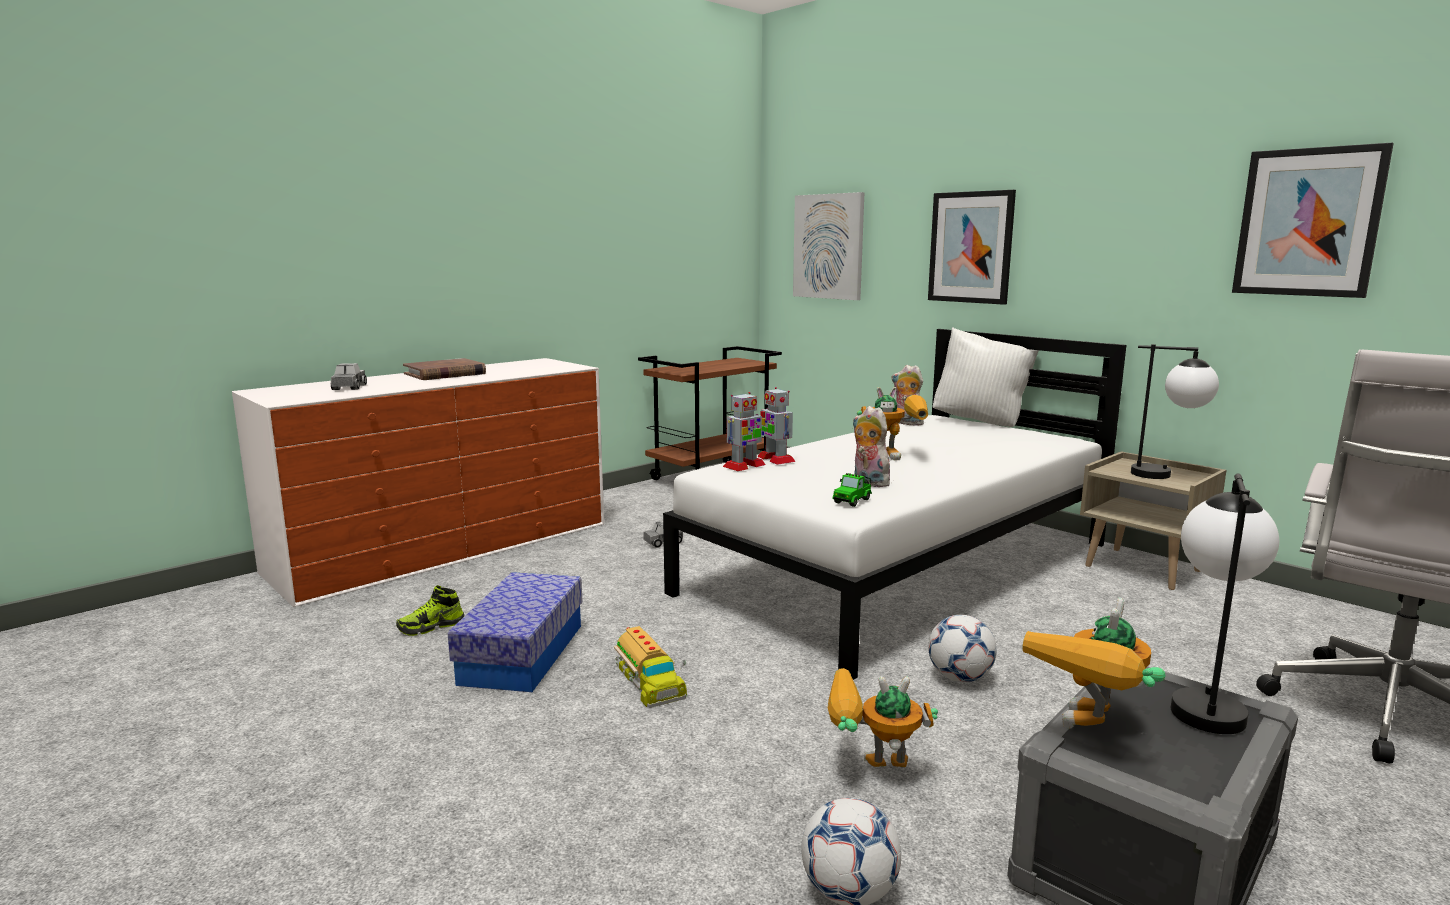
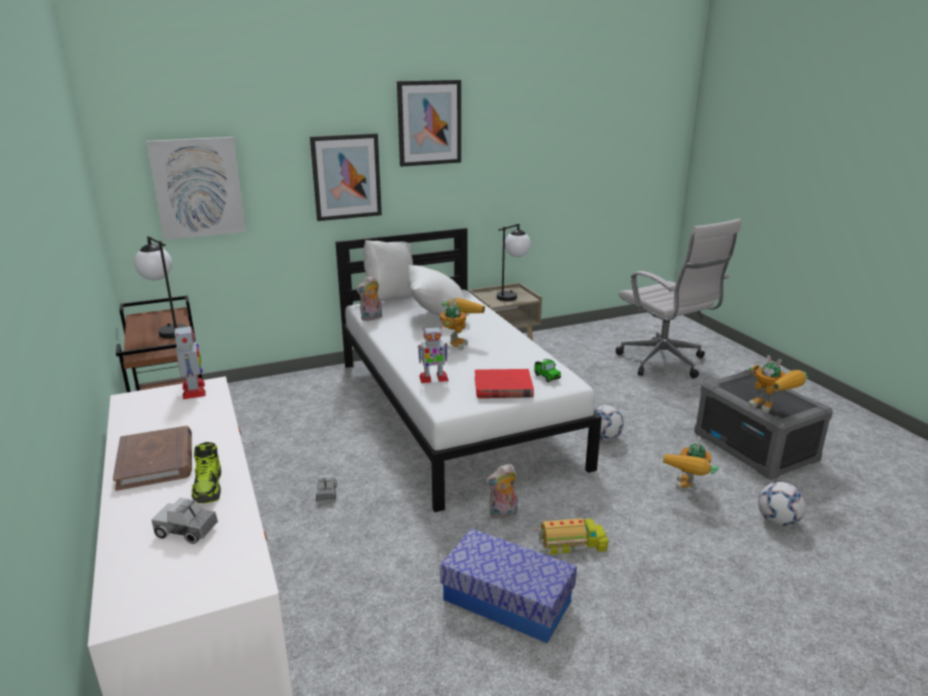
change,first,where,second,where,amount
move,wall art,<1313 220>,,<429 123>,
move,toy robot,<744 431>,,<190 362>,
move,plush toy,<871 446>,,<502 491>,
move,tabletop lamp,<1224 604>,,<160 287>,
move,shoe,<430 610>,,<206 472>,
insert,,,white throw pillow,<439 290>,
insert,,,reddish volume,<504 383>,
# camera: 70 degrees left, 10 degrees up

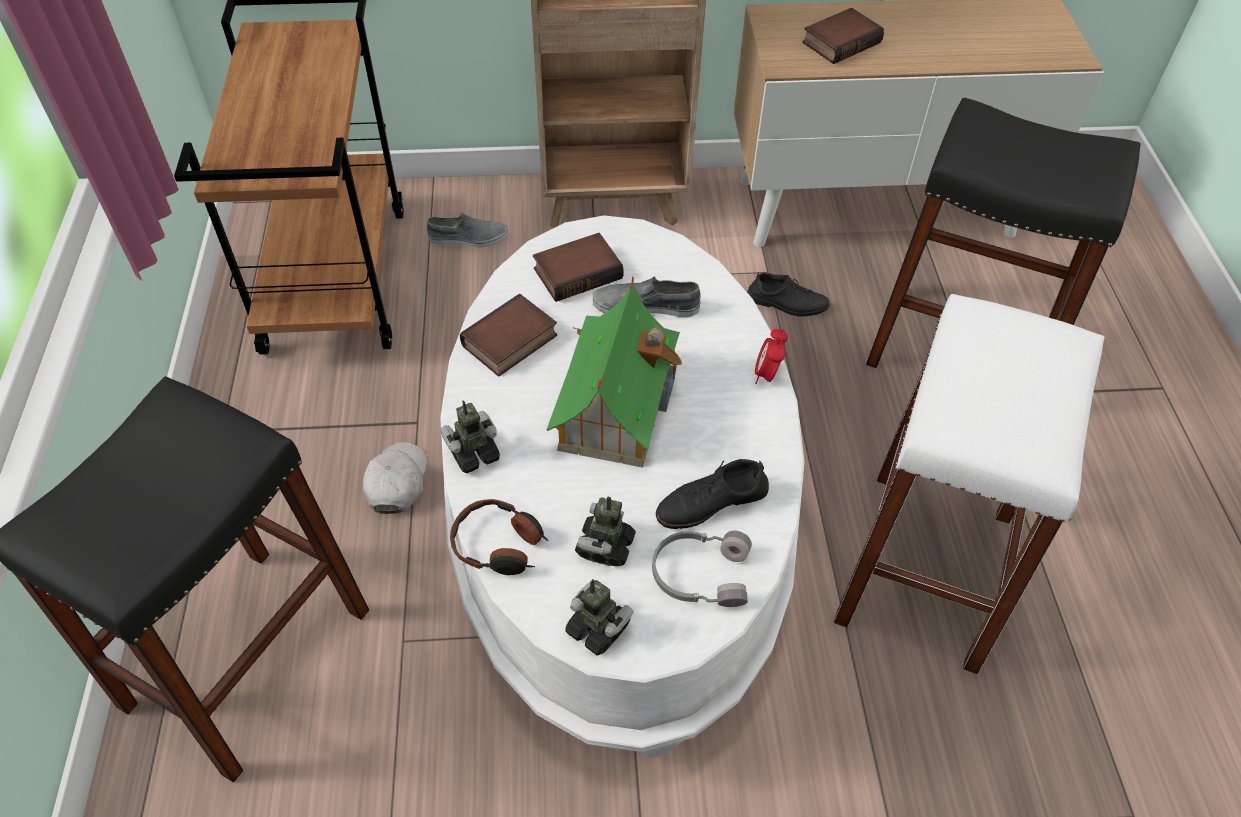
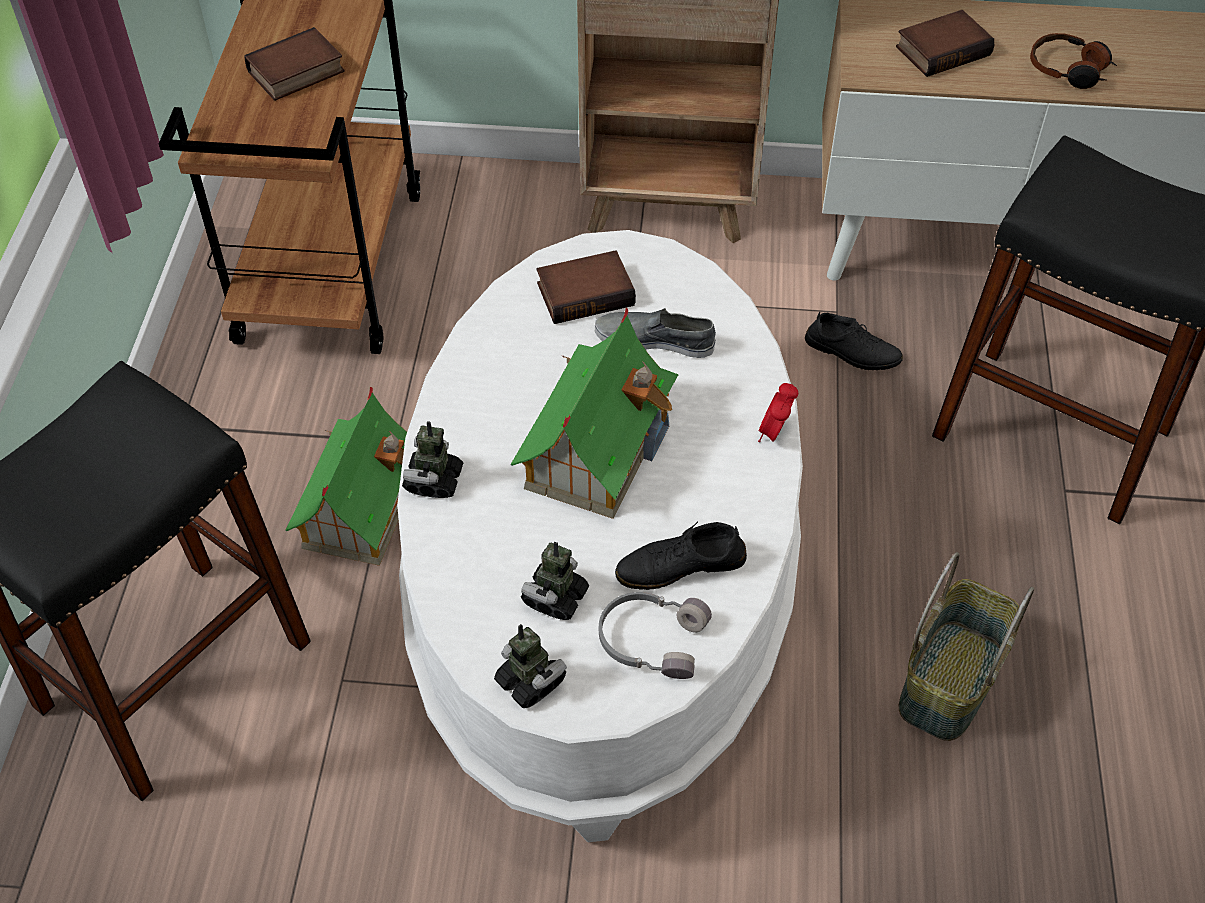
change,first,where,second,where,amount
delete,gray shoe,<468 230>,,,
move,volume,<508 335>,,<295 64>,
replace,white stool seat,<969 484>,basket,<966 646>,
rotate,toy robot,<470 436>,,<432 459>,60 degrees counterclockwise
replace,white cap,<395 478>,toy house,<346 476>,
move,headphones,<499 537>,,<1073 61>,
# camera: 10 degrees right, 0 degrees up

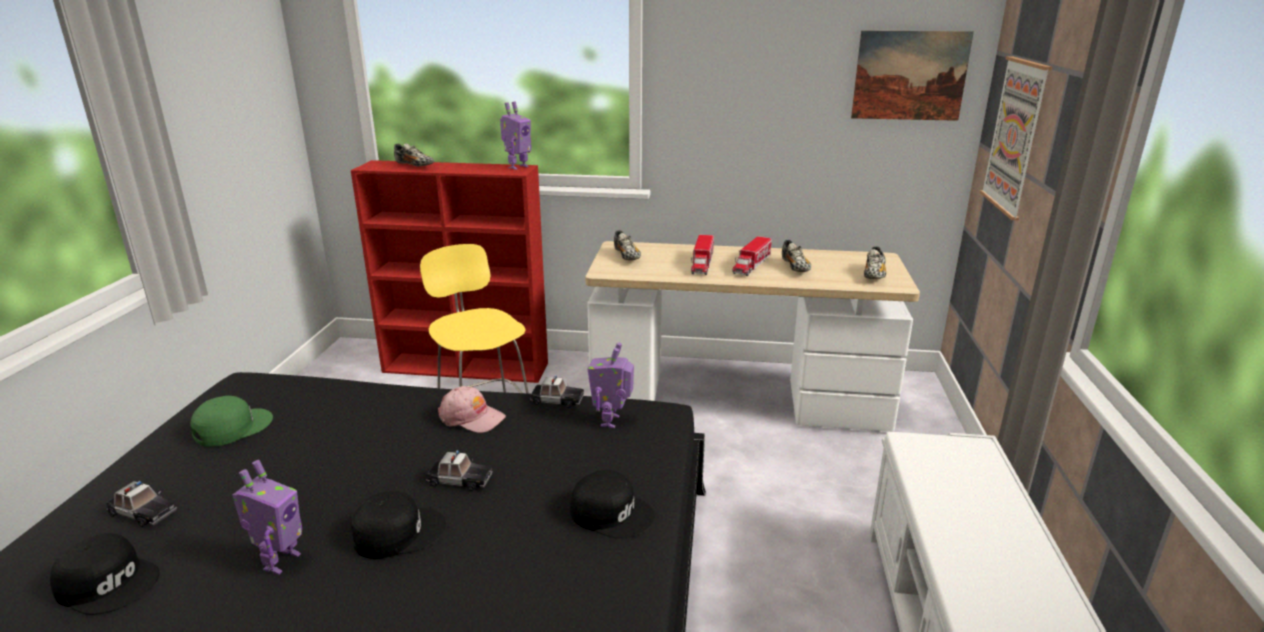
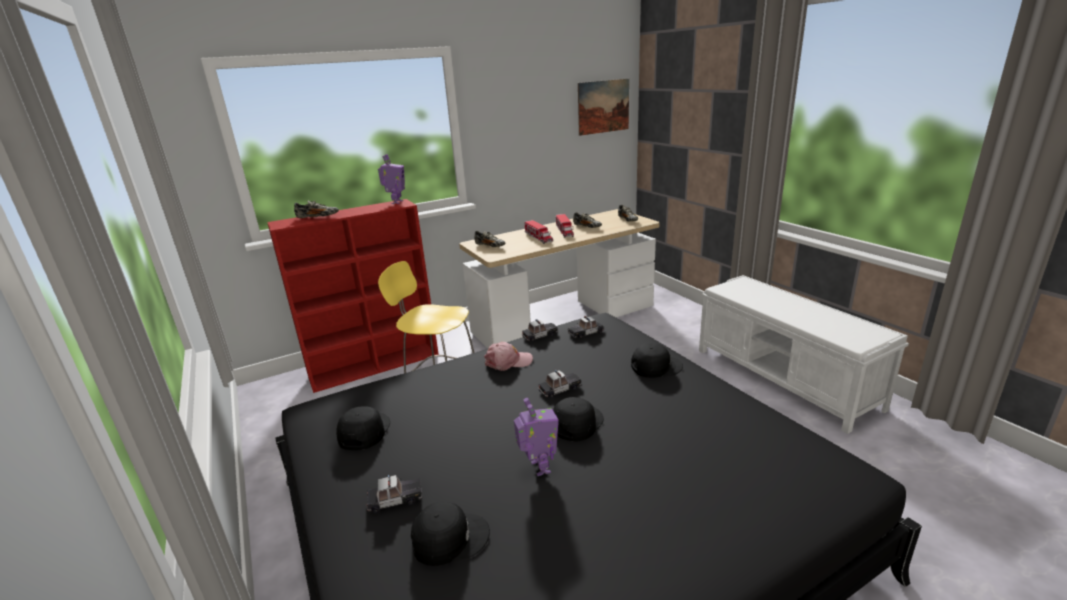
change,first,where,second,where,amount
delete,wall art,<1016 138>,,,
replace,toy robot,<611 385>,model car,<586 327>,
recolor,green cap,<231 421>,black-coloured cap,<363 428>,
# camera: 35 degrees left, 0 degrees up

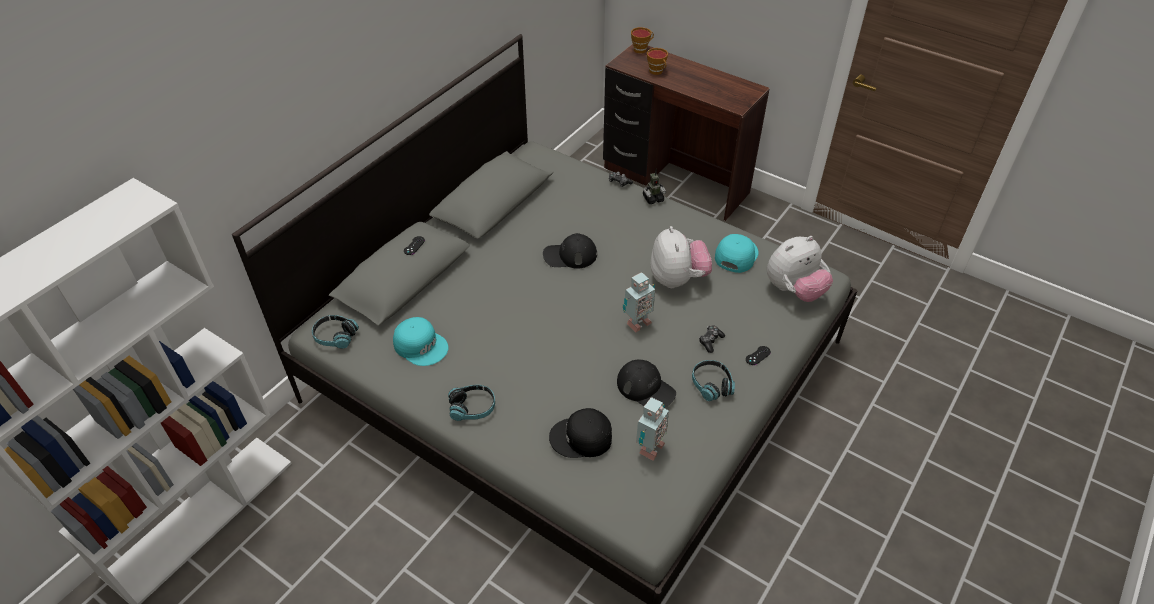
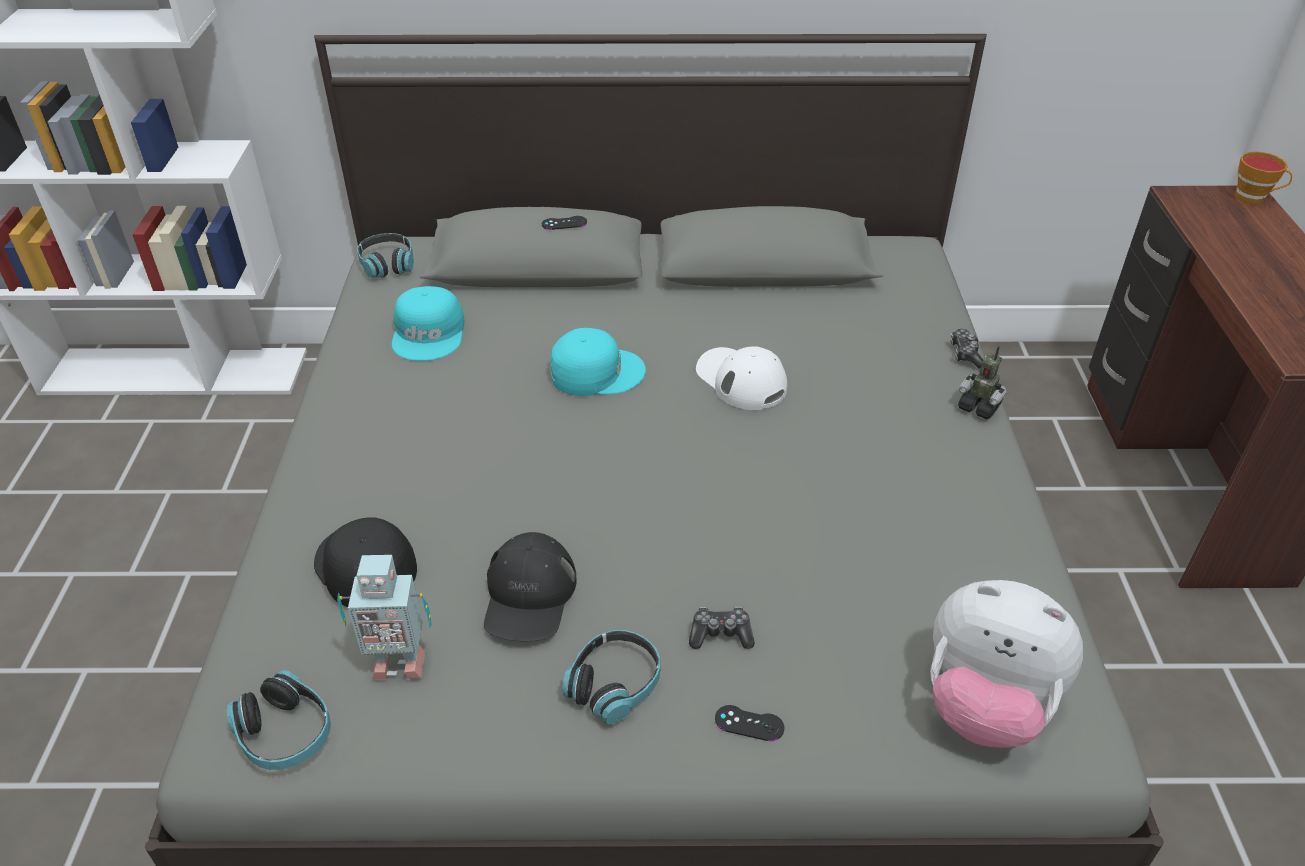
change,first,where,second,where,amount
delete,drinking cup,<657 61>,,,
delete,plush toy,<681 257>,,,
recolor,black-coloured cap,<570 251>,white cap,<741 378>,
move,turquoise-coloured cap,<737 253>,,<598 362>,
delete,toy robot,<639 302>,,,
move,headphones,<471 403>,,<279 720>,
# camera: 55 degrees right, 5 degrees down

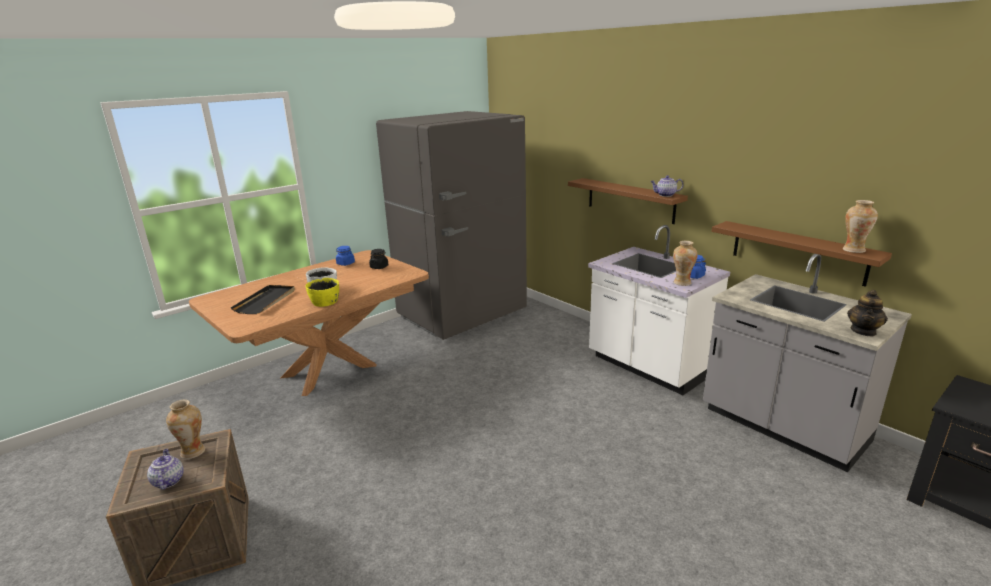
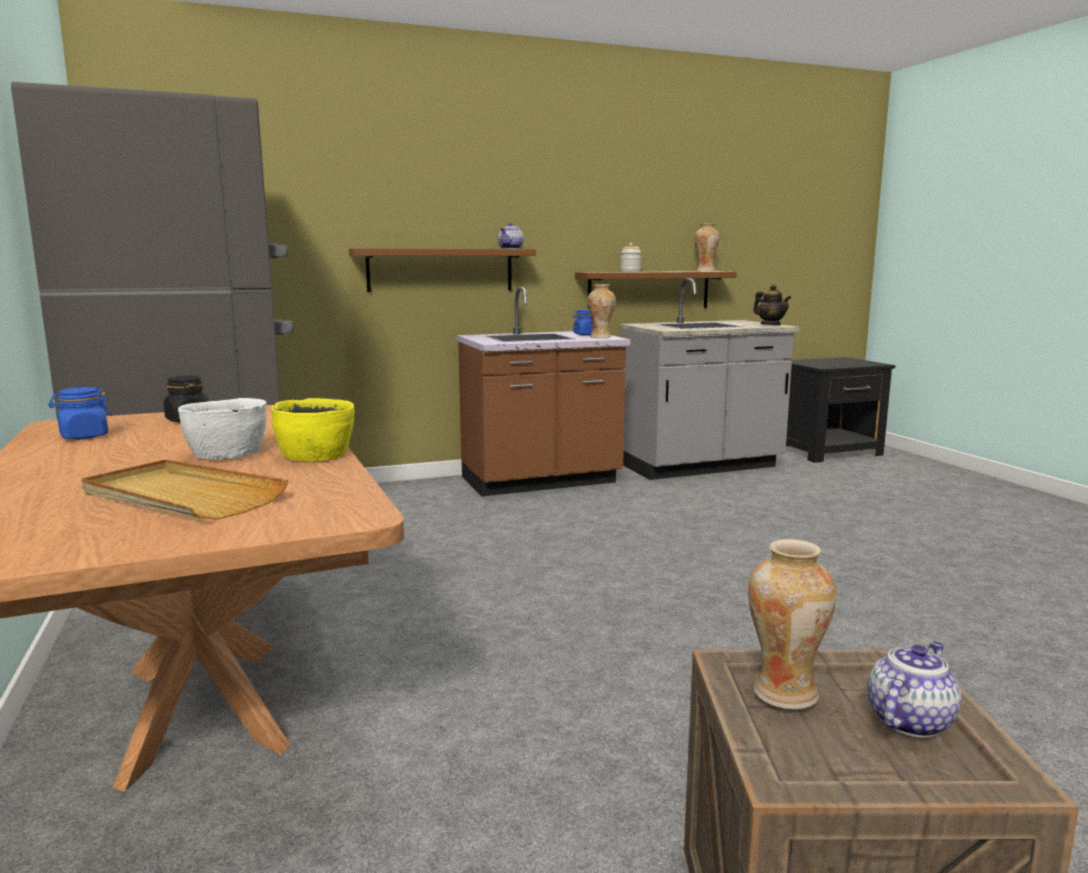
change,first,where,second,where,amount
recolor,white kitchen base unit,<659 310>,brown-coloured kitchen base unit,<543 391>,
recolor,black-coloured carrying tray,<263 299>,beige-coloured carrying tray,<185 489>,
rotate,tea pot,<165 469>,,<914 689>,135 degrees clockwise
insert,,,preserve jar,<630 257>,
# camera: 70 degrees left, 10 degrees down

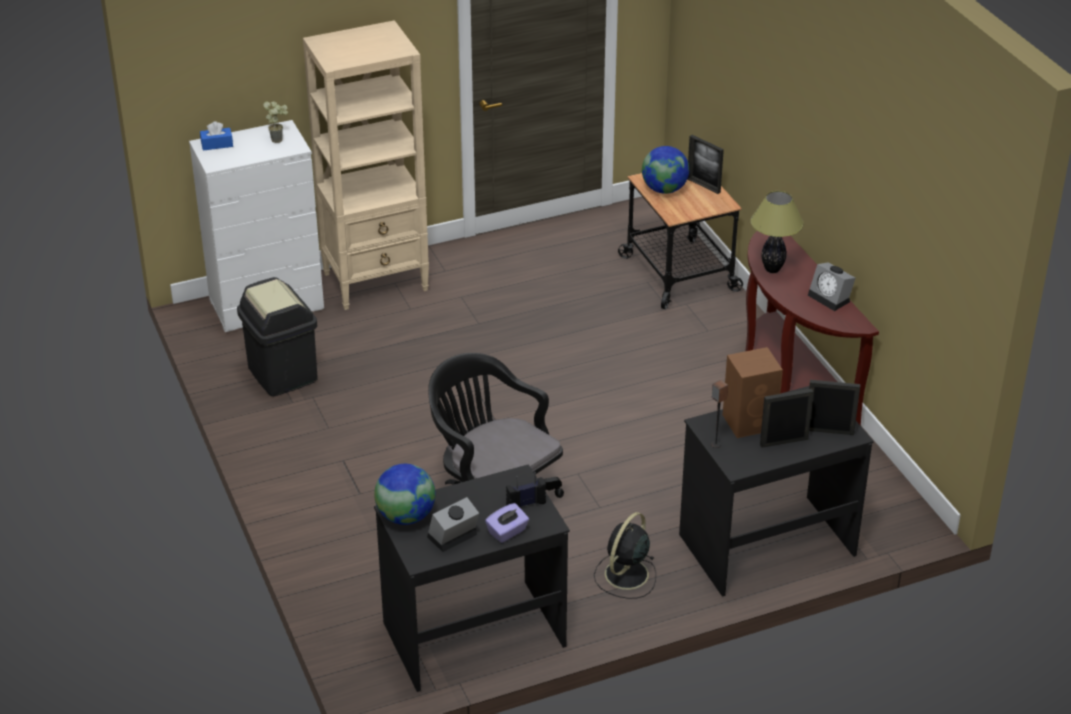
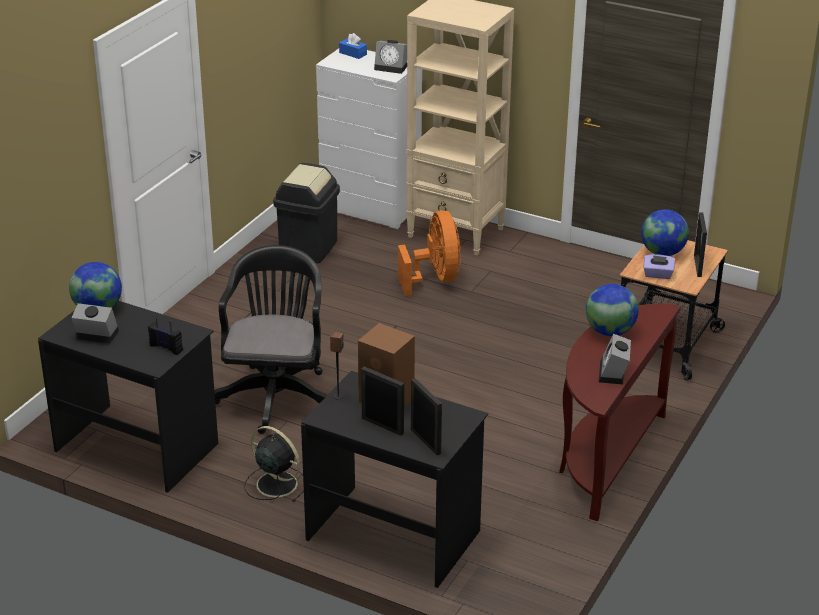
change,first,where,second,where,amount
replace,potted plant,<275 122>,table clock,<390 57>,
replace,tabletop lamp,<777 232>,world globe,<612 310>,
move,purplish tissue box,<507 523>,,<659 266>,
rotate,black-coloured fan,<625 555>,,<274 464>,45 degrees clockwise
insert,,,orangey fan,<429 253>,
# camera: 50 degrees right, 5 degrees down

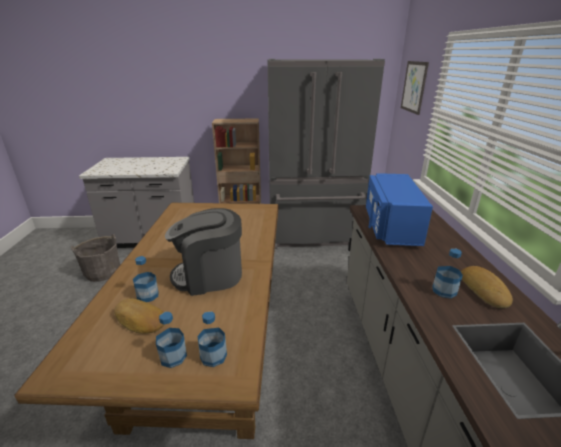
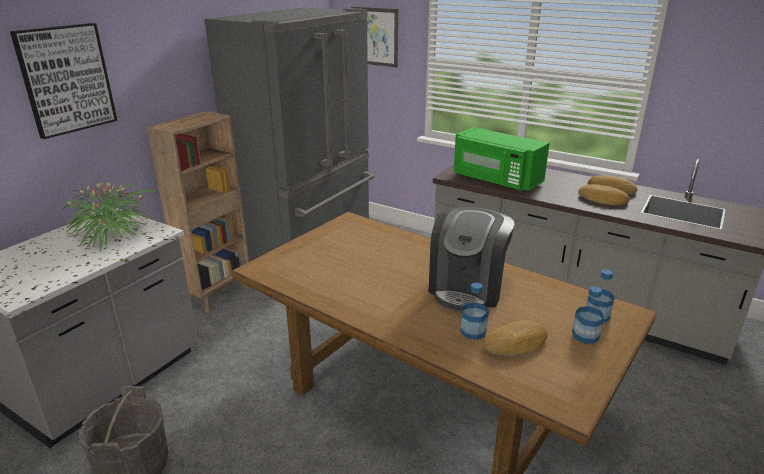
change,first,where,second,where,amount
recolor,blue kitchen microwave,<399 209>,green kitchen microwave,<502 159>,
replace,bottle,<447 274>,bakery bread,<604 194>,
insert,,,wall art,<63 81>,
insert,,,potted plant,<109 217>,
# camera: 55 degrees left, 0 degrees up

